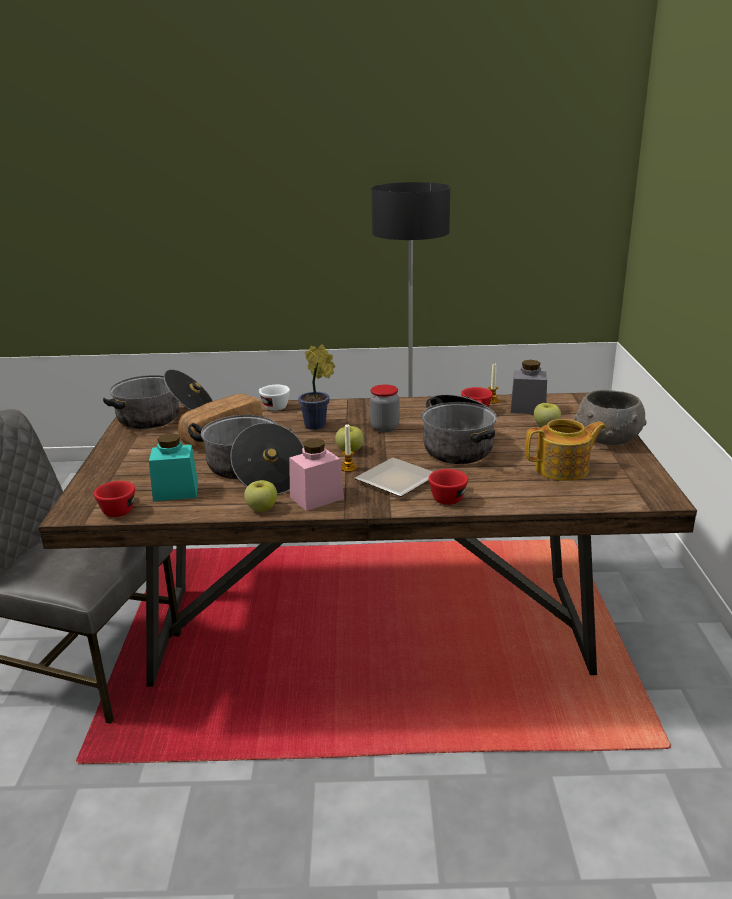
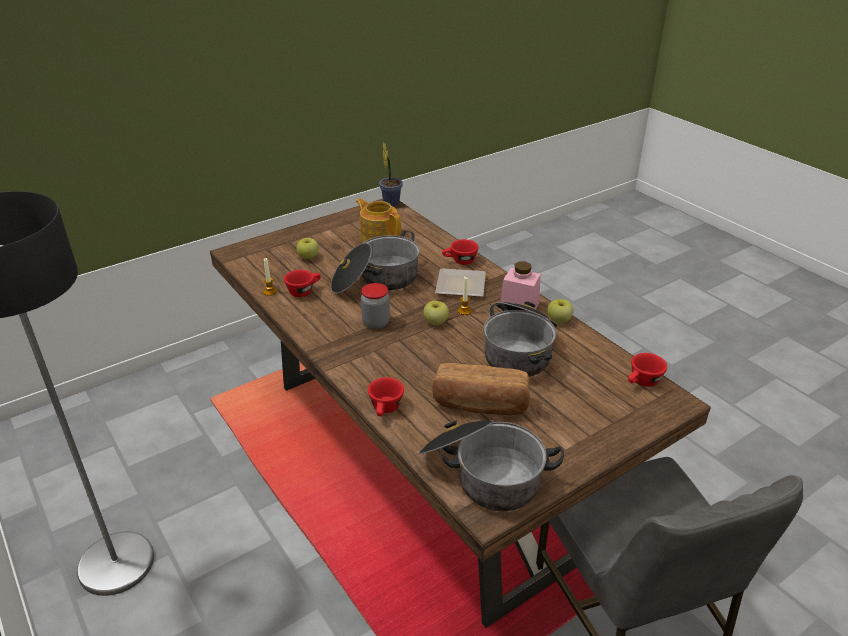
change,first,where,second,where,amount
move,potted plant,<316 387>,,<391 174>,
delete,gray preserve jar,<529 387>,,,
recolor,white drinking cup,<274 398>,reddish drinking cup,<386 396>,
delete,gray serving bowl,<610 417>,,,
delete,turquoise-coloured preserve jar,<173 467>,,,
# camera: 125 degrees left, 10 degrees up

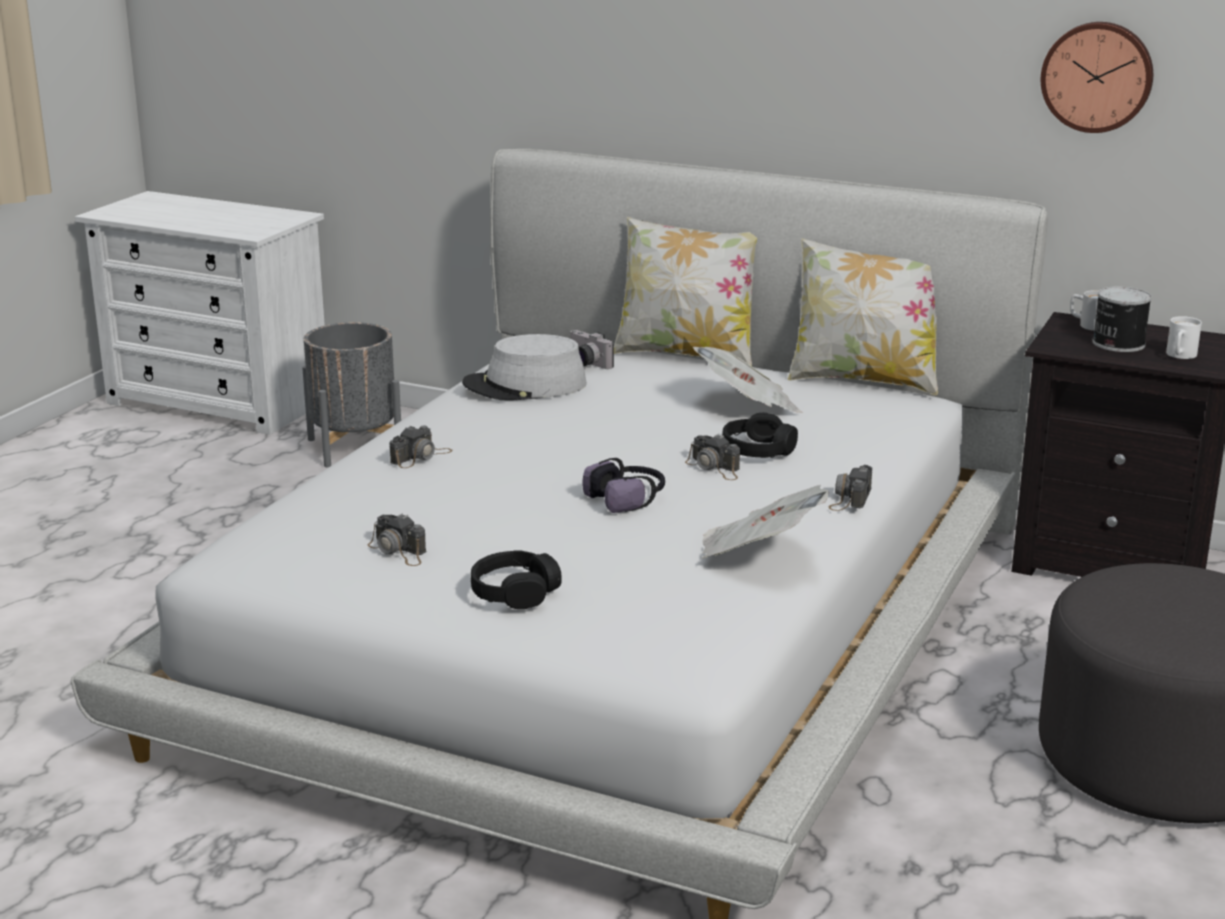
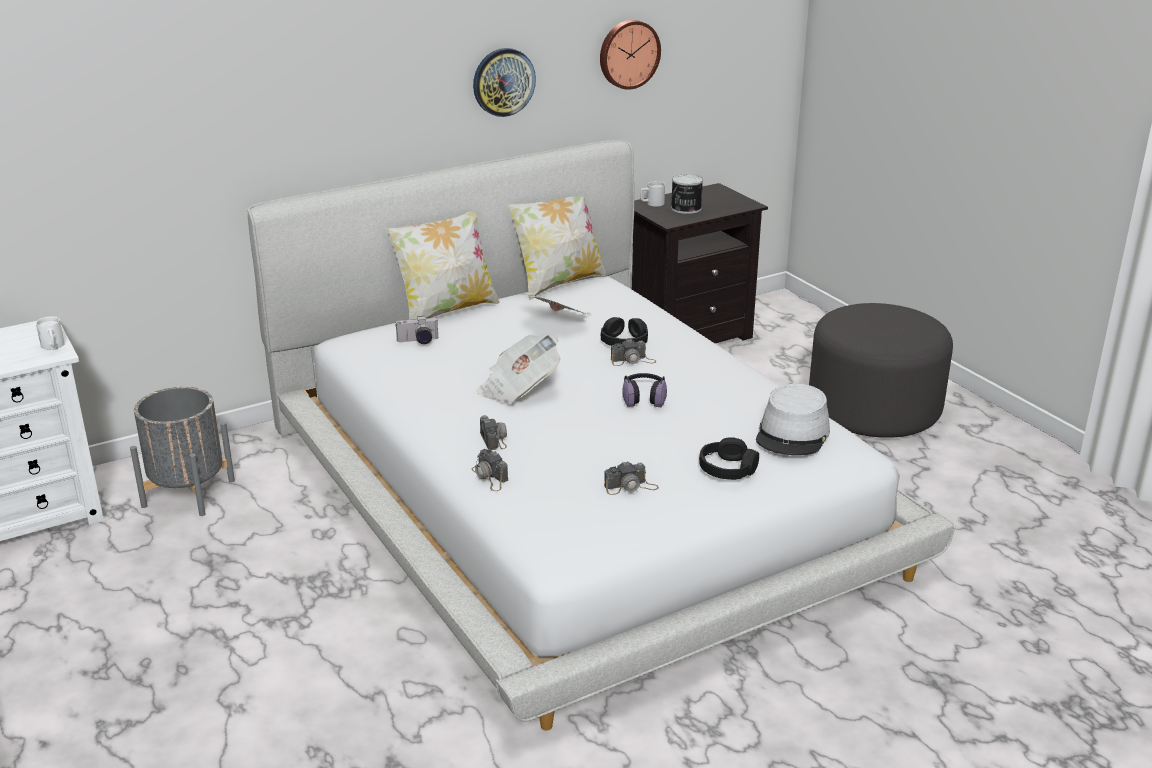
change,first,where,second,where,amount
move,white tea mug,<1184 337>,,<50 333>,
move,gray hat,<524 367>,,<793 419>,
move,still camera,<850 488>,,<490 470>,
move,printed paper,<765 522>,,<519 369>,
insert,,,clock on the wall,<504 82>,
# camera: 55 degrees left, 5 degrees up

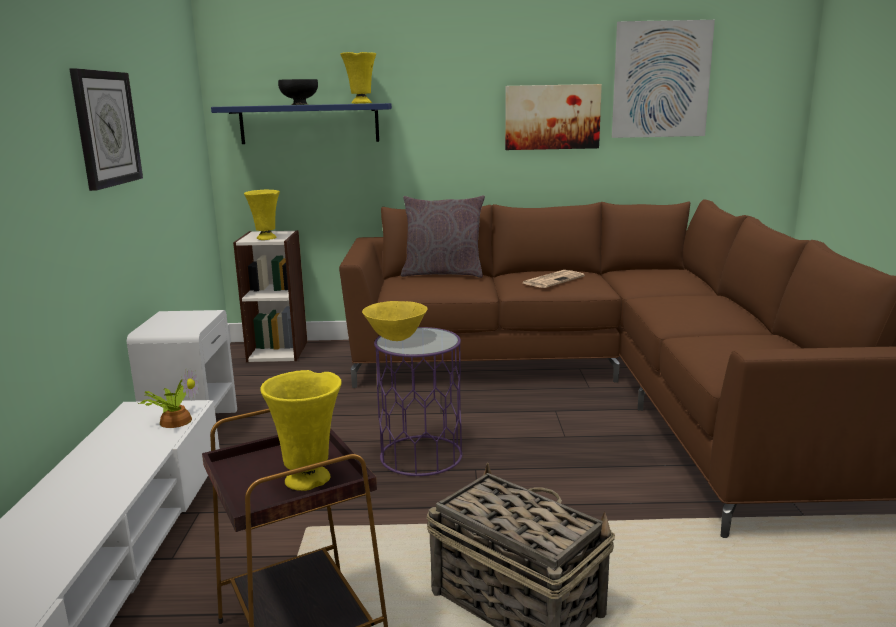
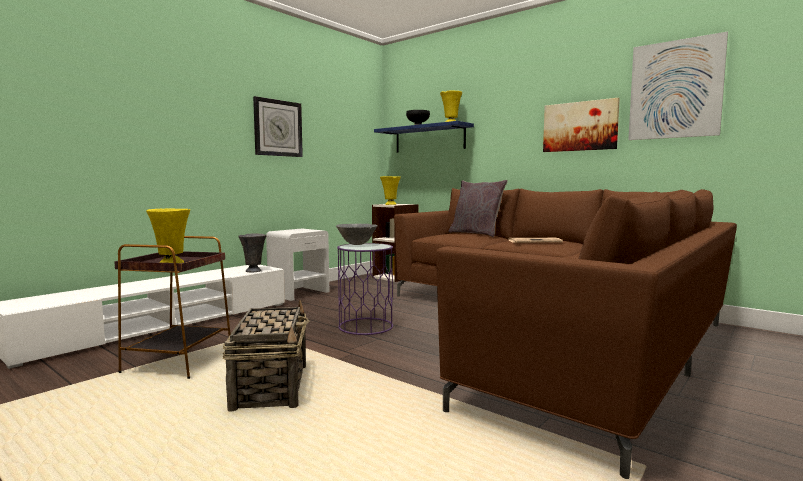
change,first,where,second,where,amount
recolor,yellowish serving bowl,<395 321>,gray serving bowl,<357 234>,
replace,potted plant,<168 398>,gray vase,<252 252>,
# camera: 40 degrees right, 10 degrees down

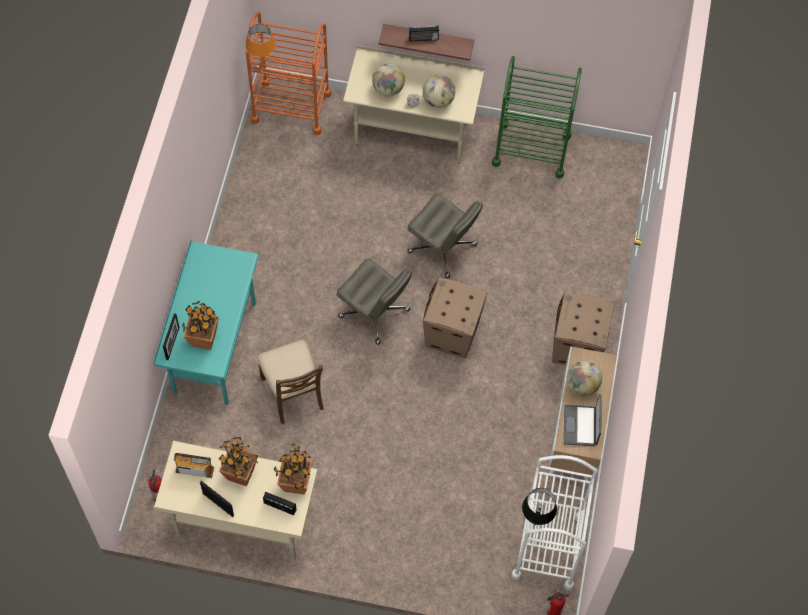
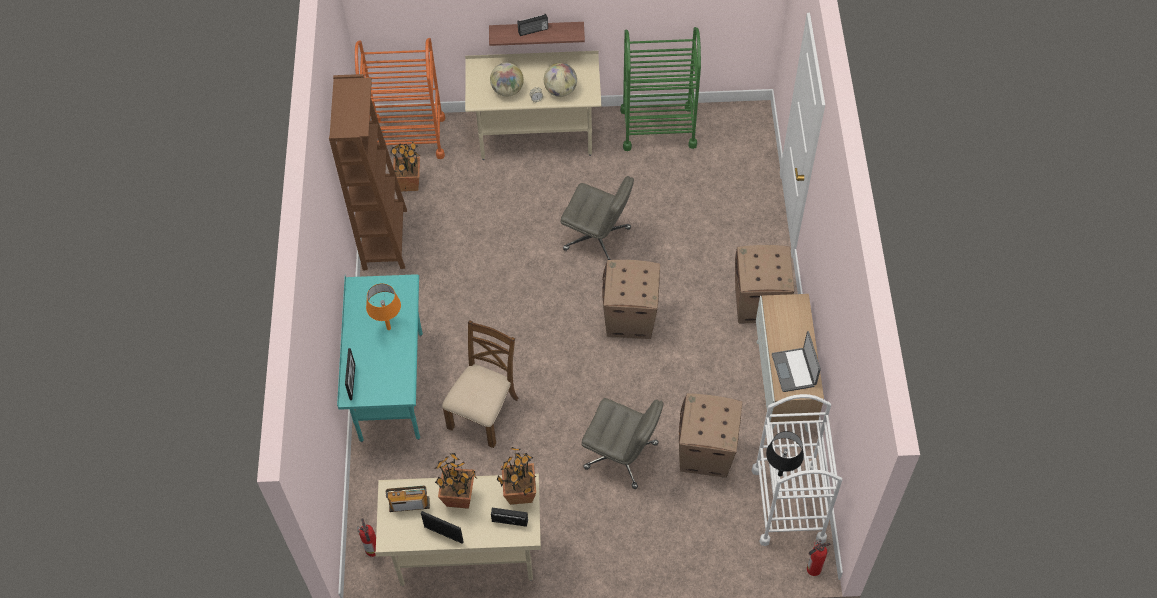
change,first,where,second,where,amount
move,orangey tabletop lamp,<261 46>,,<383 307>,
move,gray computer chair,<374 302>,,<622 443>,
move,potted plant,<200 325>,,<405 166>,
rotate,brown-coloured chair,<290 382>,,<480 384>,120 degrees counterclockwise
delete,world globe,<584 378>,,,
insert,,,brown-coloured bookcase,<368 172>,
insert,,,packing box,<711 435>,
# camera: 10 degrees left, 5 degrees down

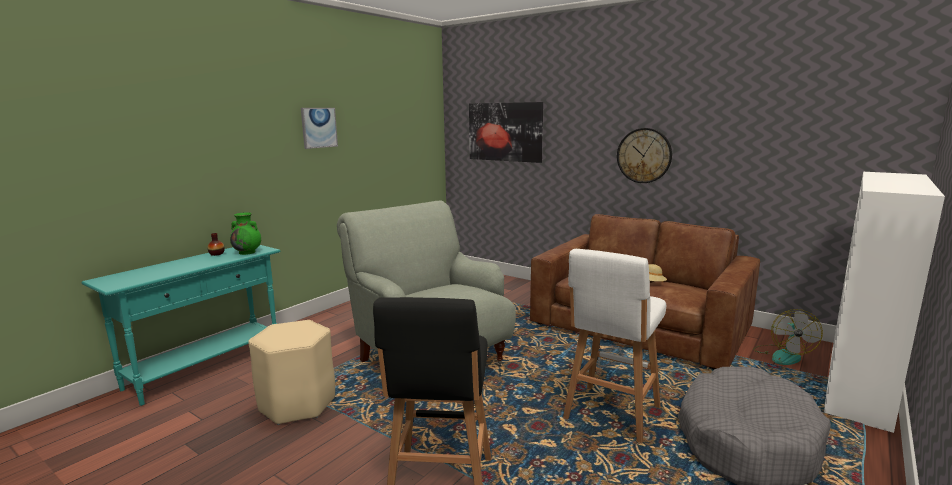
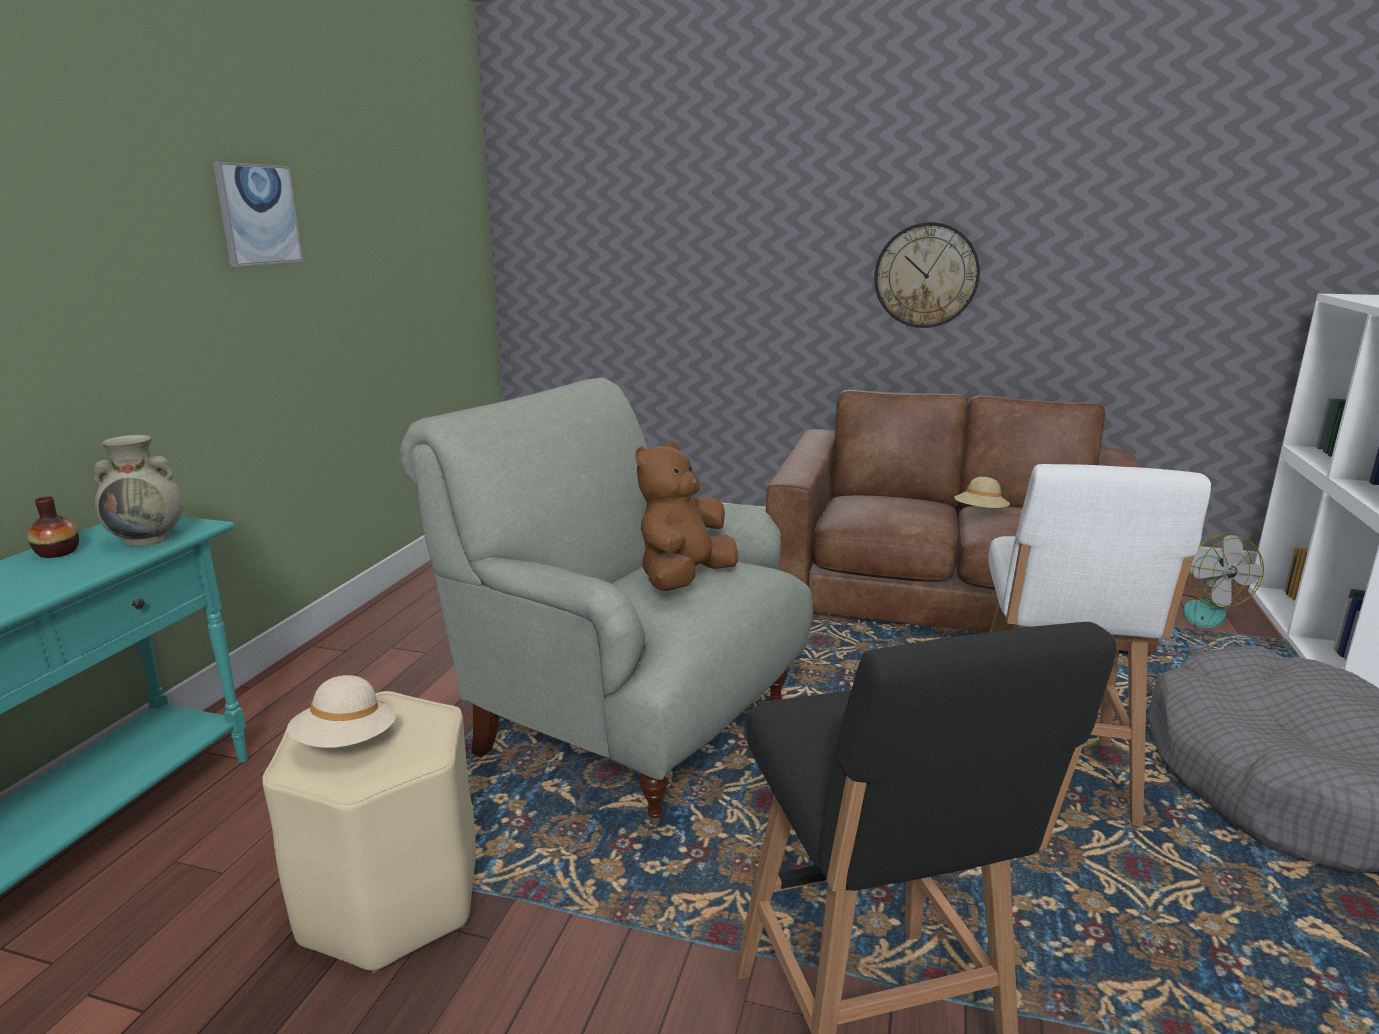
change,first,where,second,where,amount
delete,wall art,<506 132>,,,
recolor,green vase,<245 234>,beige-coloured vase,<139 491>,
insert,,,brown-coloured plush toy,<686 515>,
insert,,,beige-coloured hat,<341 711>,
# camera: 20 degrees left, 5 degrees up

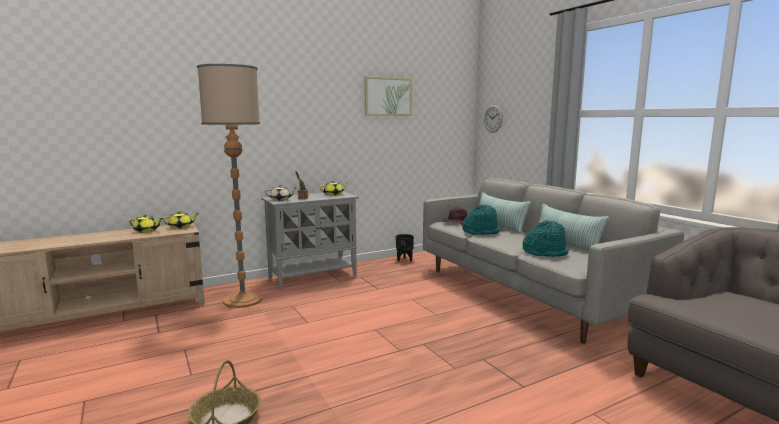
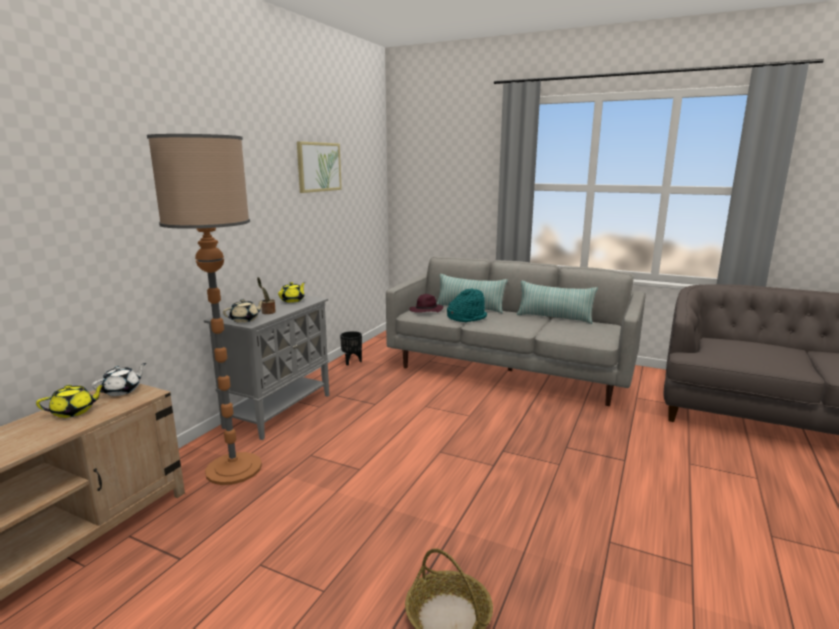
change,first,where,second,where,amount
delete,clock on the wall,<493 119>,,,
recolor,yellowish tea pot,<180 220>,white tea pot,<119 379>,
delete,turquoise-coloured hat,<546 238>,,,
# camera: 35 degrees left, 5 degrees up

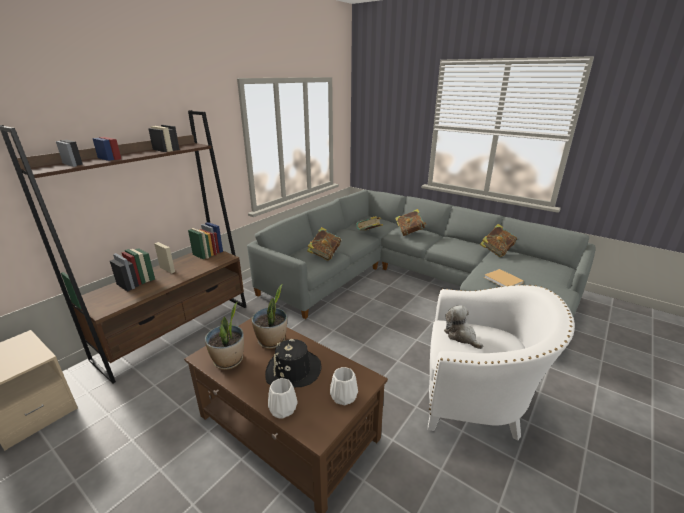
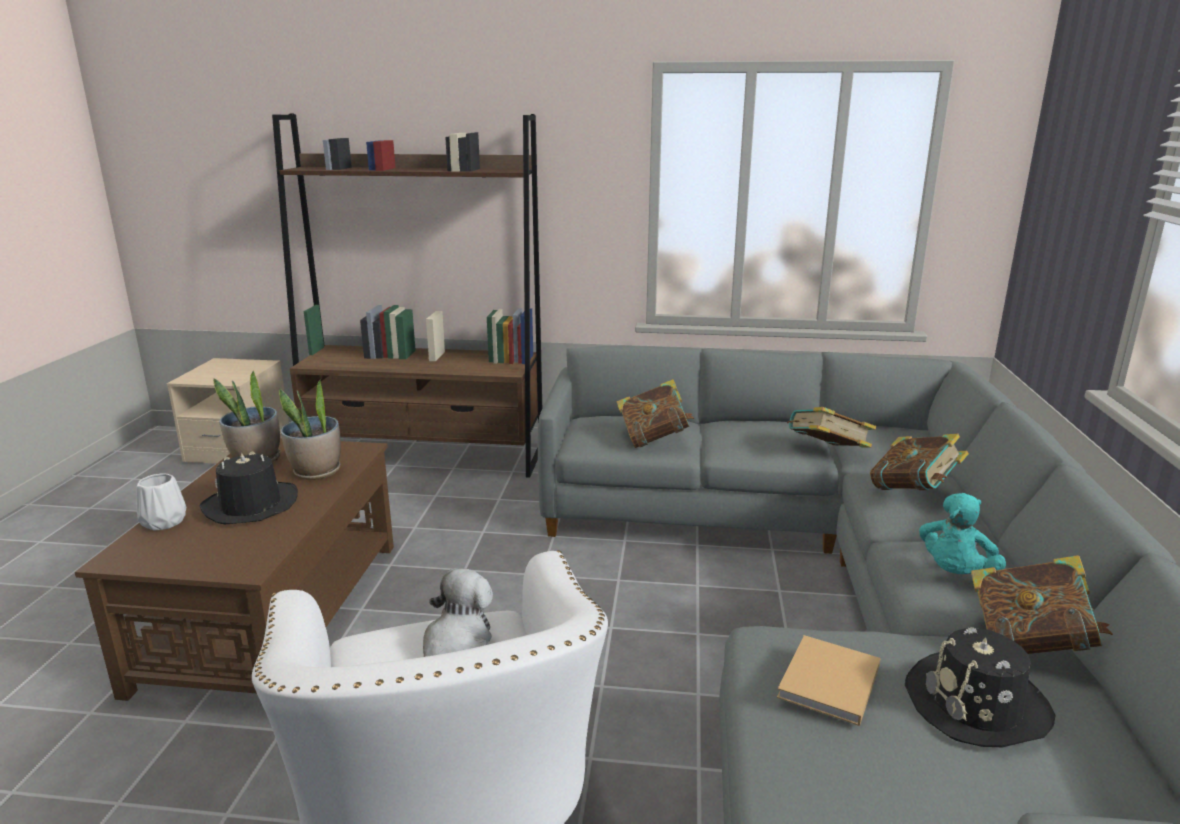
change,first,where,second,where,amount
delete,white vase,<344 386>,,,
insert,,,turquoise-coloured plush toy,<962 533>,
insert,,,black-coloured hat,<980 687>,
# camera: 60 degrees right, 5 degrees down

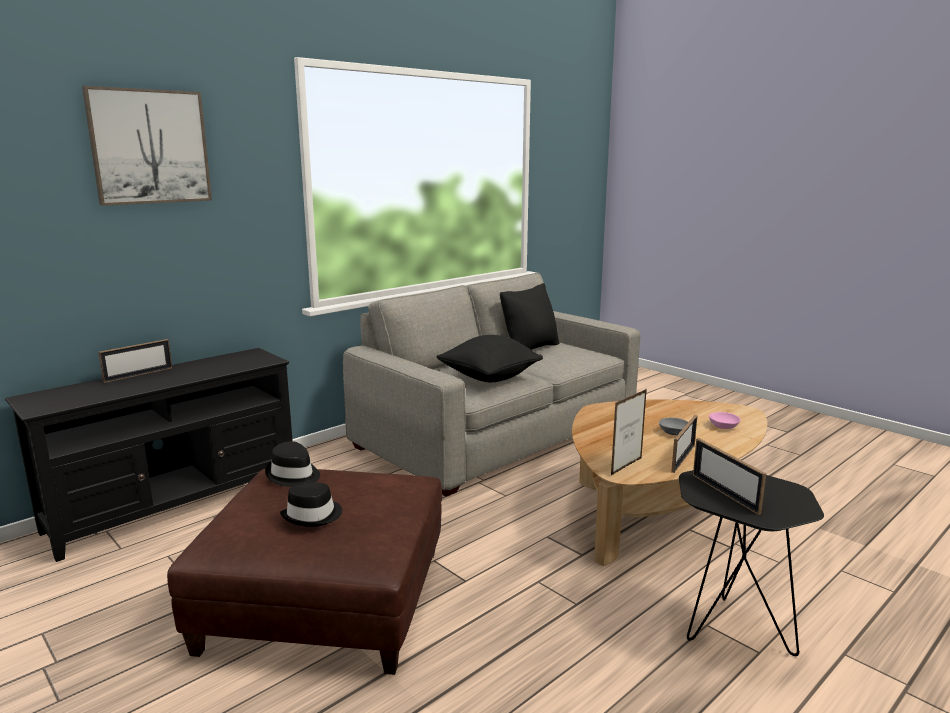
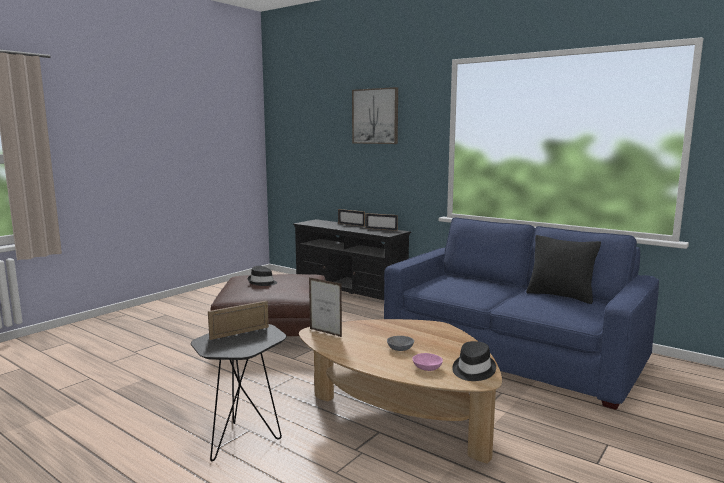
change,first,where,second,where,amount
recolor,gray couch,<491 384>,blue couch,<521 314>,
delete,black-coloured throw pillow,<489 358>,,,
move,picture frame,<684 444>,,<381 222>,
move,black-coloured hat,<292 464>,,<474 361>,
# camera: 80 degrees right, 5 degrees down

